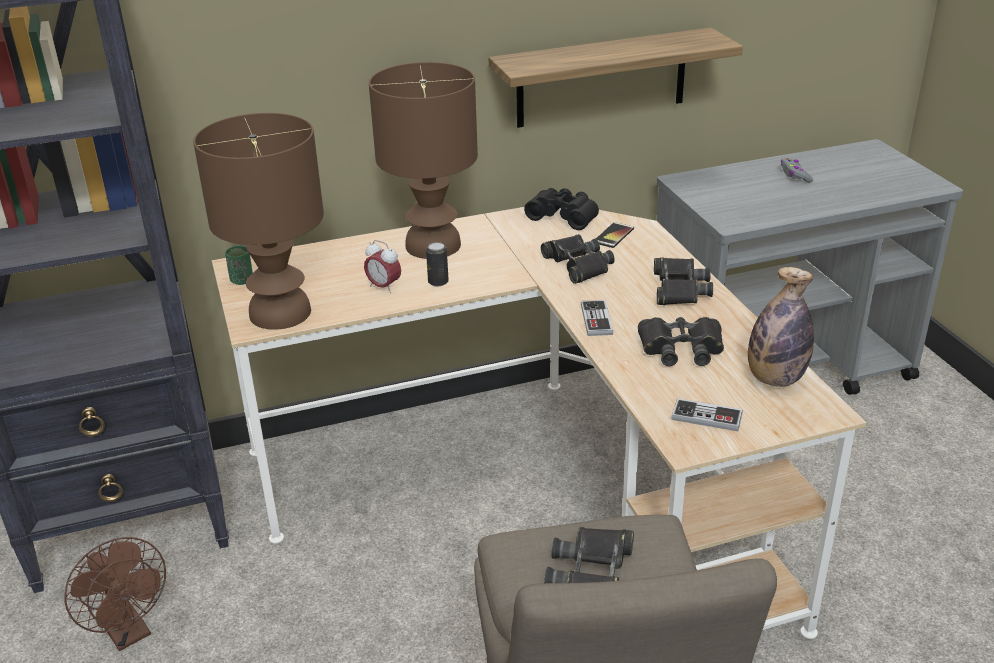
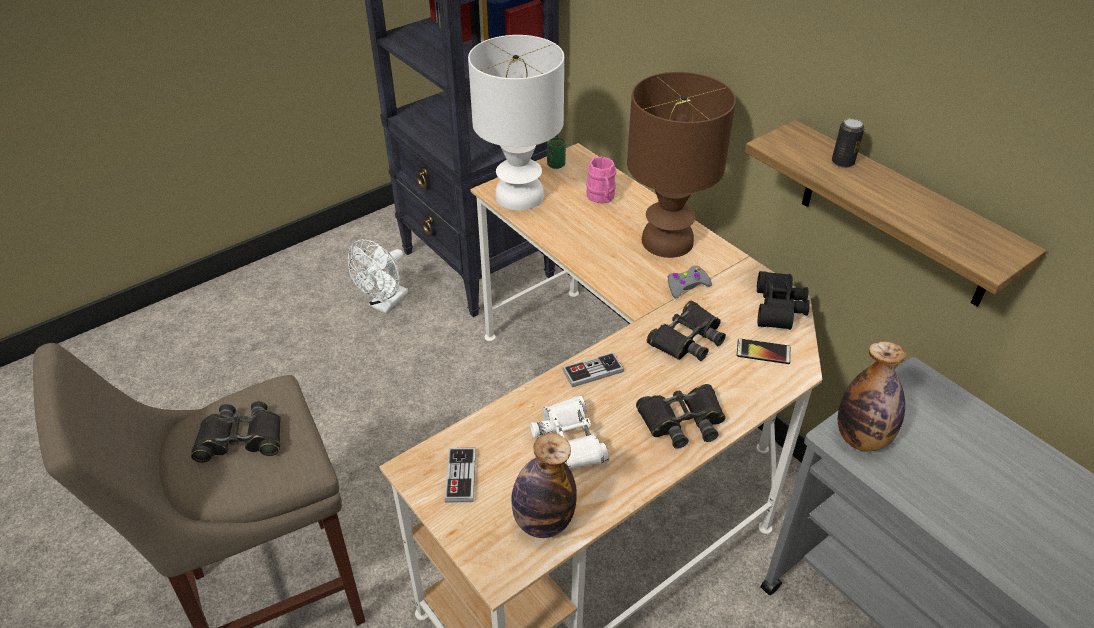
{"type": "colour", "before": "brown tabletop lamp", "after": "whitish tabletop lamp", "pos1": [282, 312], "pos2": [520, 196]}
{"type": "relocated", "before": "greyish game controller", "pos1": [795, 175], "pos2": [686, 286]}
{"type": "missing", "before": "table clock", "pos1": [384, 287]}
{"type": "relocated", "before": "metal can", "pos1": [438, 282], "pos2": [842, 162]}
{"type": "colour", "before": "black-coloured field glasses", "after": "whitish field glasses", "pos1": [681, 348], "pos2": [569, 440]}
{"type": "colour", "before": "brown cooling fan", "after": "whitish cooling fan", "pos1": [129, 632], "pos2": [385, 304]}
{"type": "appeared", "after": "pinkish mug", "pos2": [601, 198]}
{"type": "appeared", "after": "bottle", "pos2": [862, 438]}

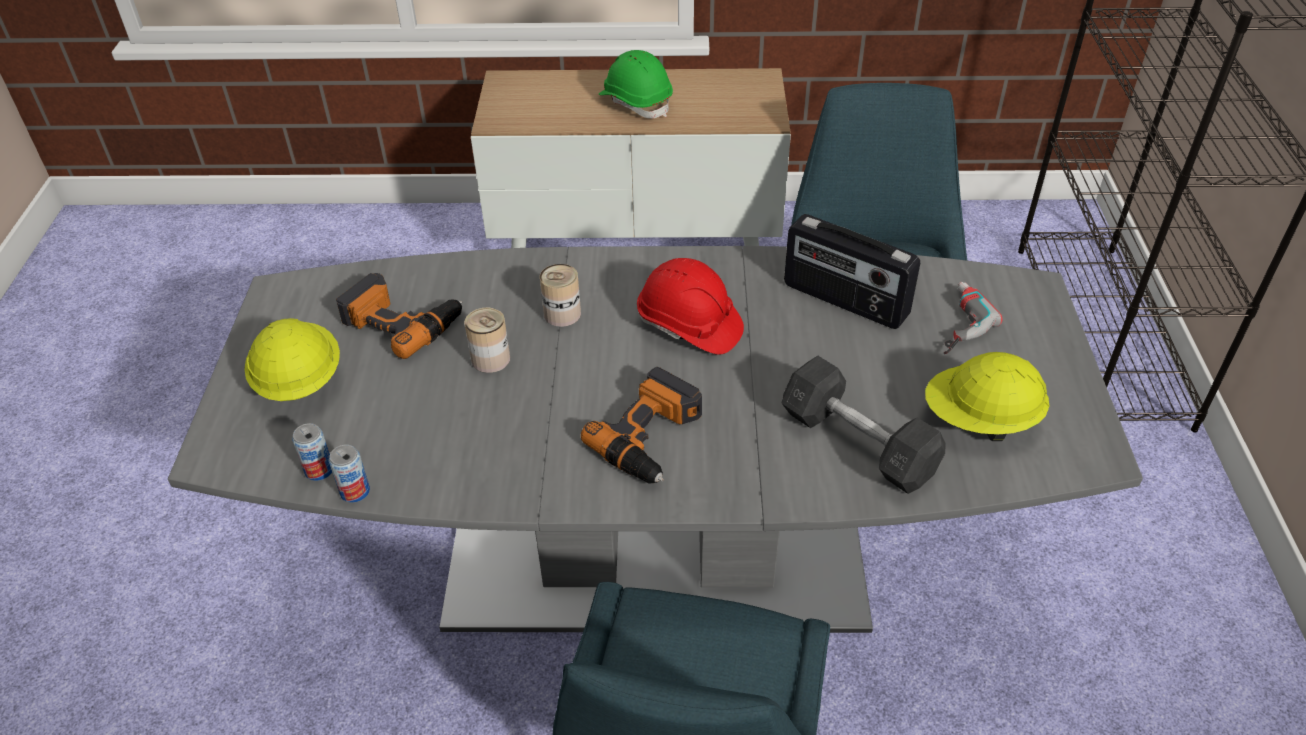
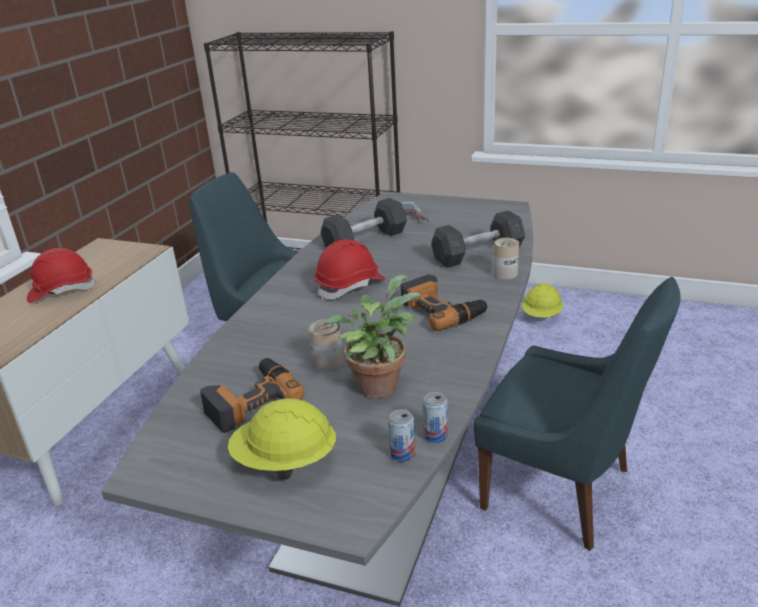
{"type": "colour", "before": "green hard hat", "after": "red hard hat", "pos1": [636, 102], "pos2": [61, 291]}
{"type": "exchanged", "before": "radio", "after": "greyish free weight", "pos1": [844, 301], "pos2": [365, 240]}
{"type": "relocated", "before": "metal can", "pos1": [562, 314], "pos2": [504, 273]}
{"type": "relocated", "before": "yellowish hard hat", "pos1": [980, 420], "pos2": [541, 316]}
{"type": "appeared", "after": "potted plant", "pos2": [378, 384]}

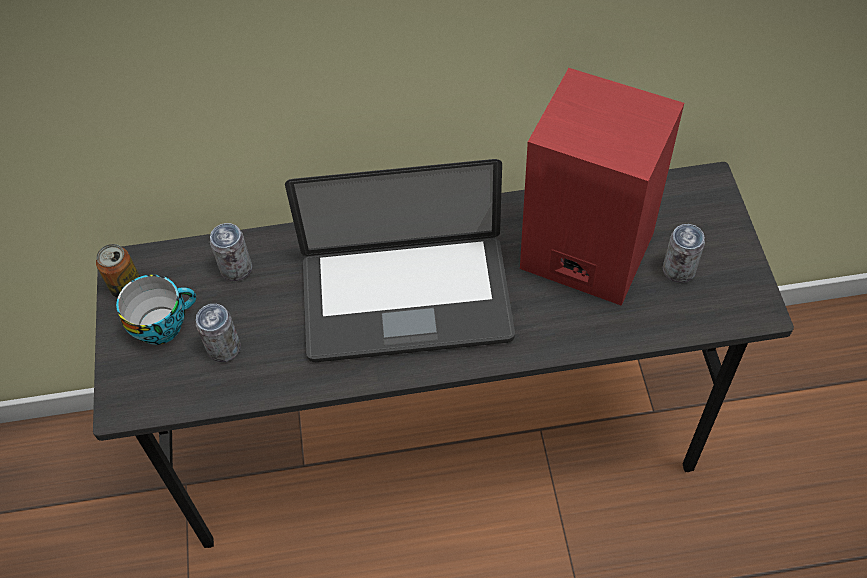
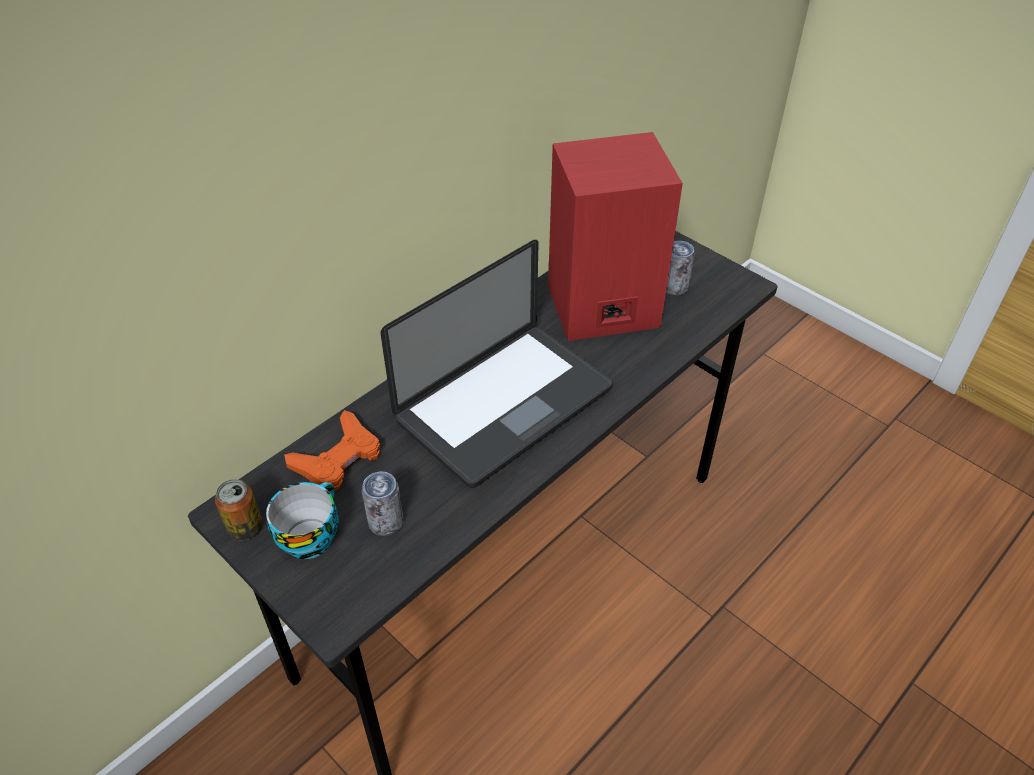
{"type": "exchanged", "before": "metal can", "after": "orangey game controller", "pos1": [236, 268], "pos2": [338, 459]}

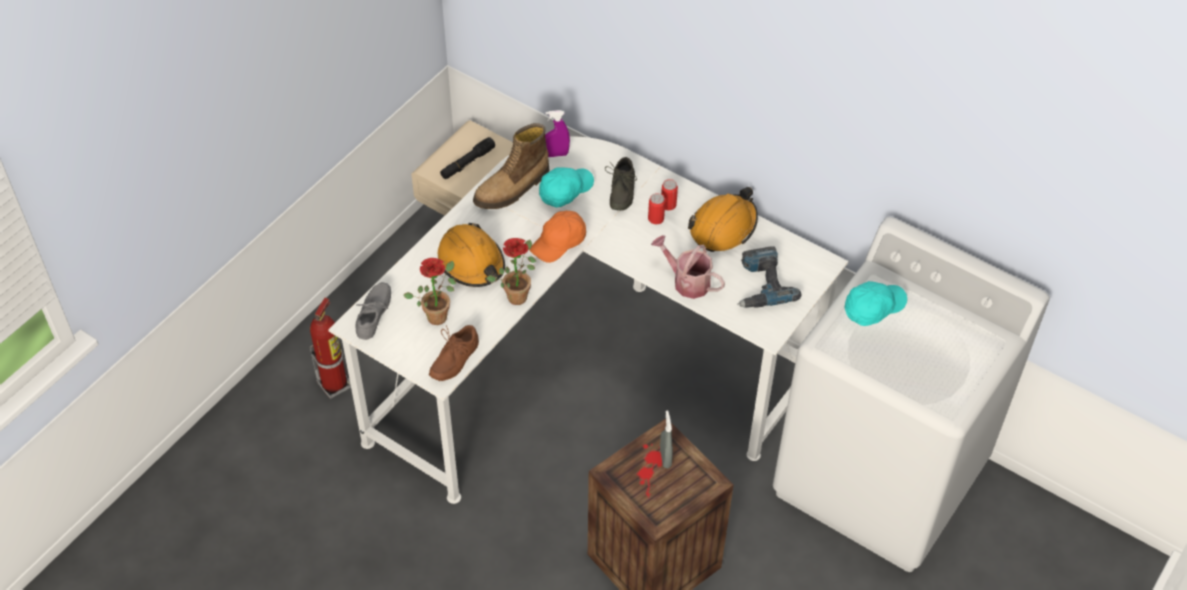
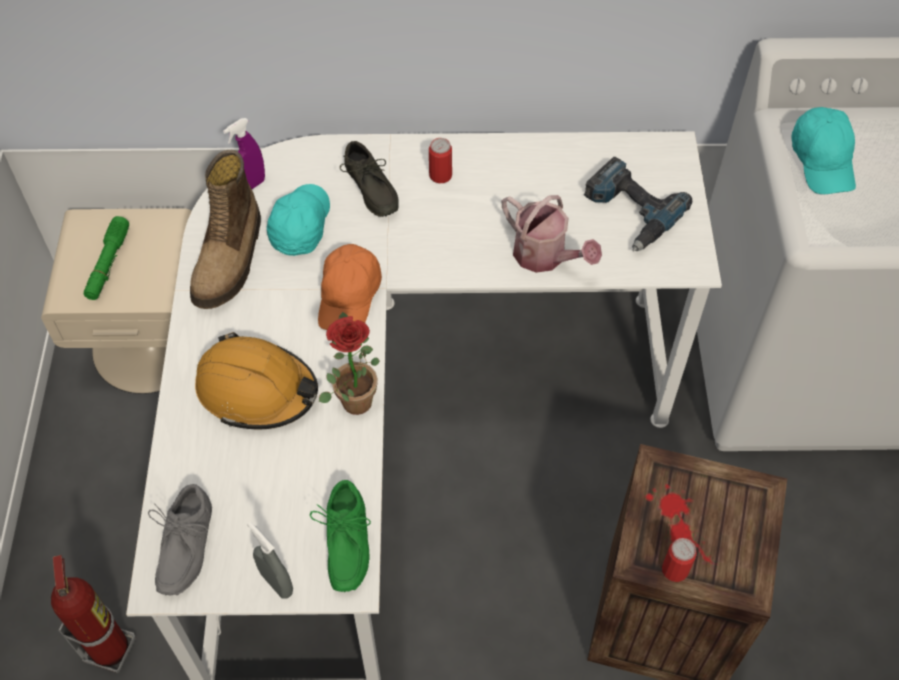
{"type": "colour", "before": "black-coloured flashlight", "after": "green flashlight", "pos1": [467, 163], "pos2": [108, 264]}
{"type": "missing", "before": "orangey hard hat", "pos1": [723, 227]}
{"type": "relocated", "before": "metal can", "pos1": [656, 219], "pos2": [675, 569]}
{"type": "spun", "before": "watering pot", "pos1": [687, 281], "pos2": [545, 256], "turn": -135}
{"type": "missing", "before": "potted plant", "pos1": [438, 313]}
{"type": "spun", "before": "turquoise cap", "pos1": [873, 307], "pos2": [822, 161], "turn": 150}
{"type": "spun", "before": "greyish low shoe", "pos1": [376, 315], "pos2": [182, 547], "turn": -150}
{"type": "colour", "before": "brown low shoe", "after": "green low shoe", "pos1": [452, 359], "pos2": [343, 544]}
{"type": "relocated", "before": "greyish hand sprayer", "pos1": [665, 458], "pos2": [276, 582]}

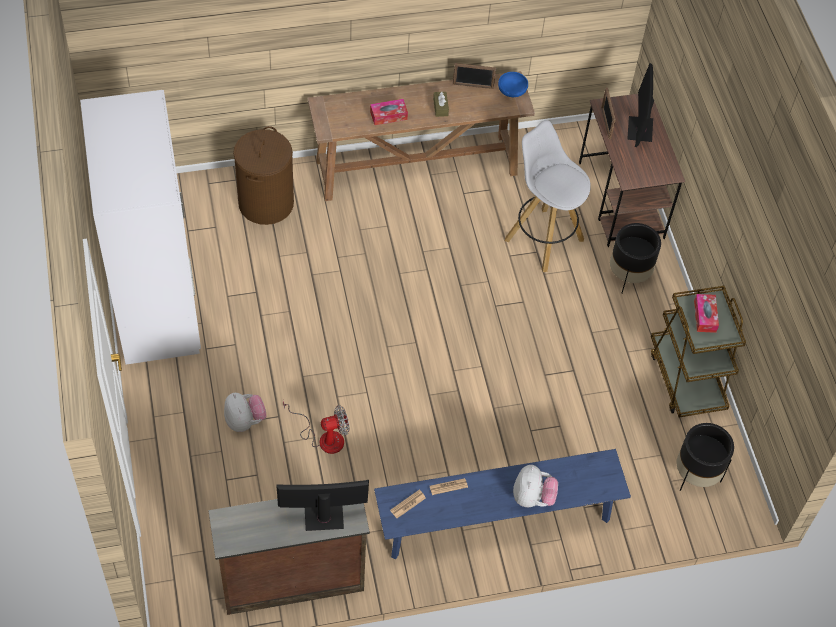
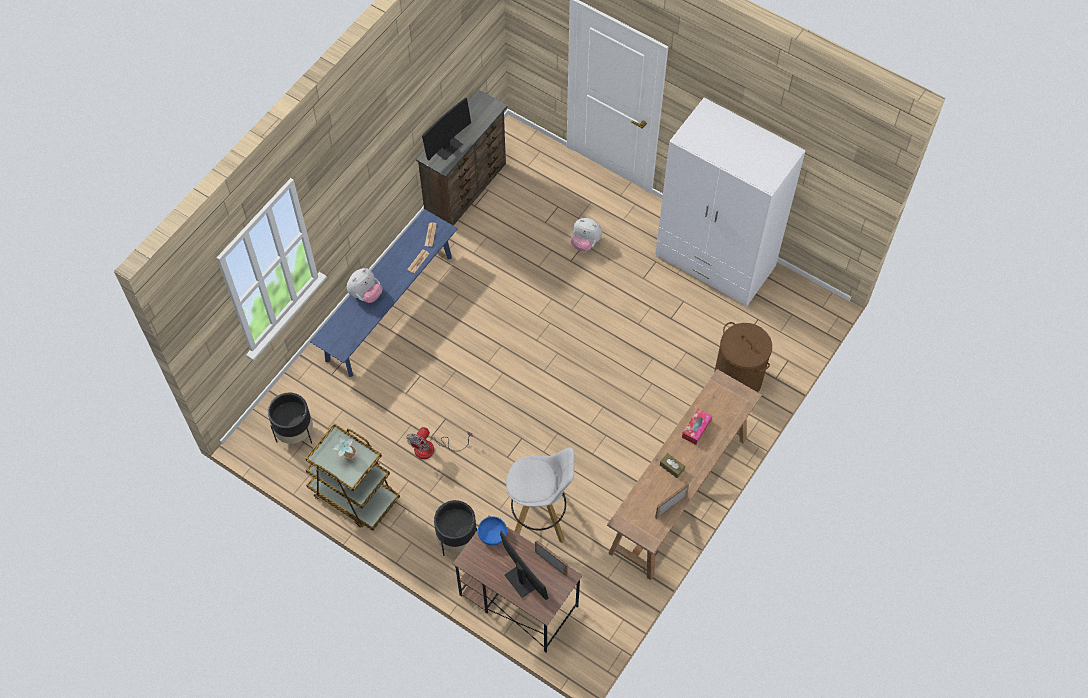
{"type": "relocated", "before": "blue serving bowl", "pos1": [512, 91], "pos2": [492, 534]}
{"type": "exchanged", "before": "tissue box", "after": "potted plant", "pos1": [705, 316], "pos2": [348, 459]}
{"type": "relocated", "before": "cooling fan", "pos1": [323, 437], "pos2": [432, 448]}
{"type": "spun", "before": "soft toy", "pos1": [532, 497], "pos2": [365, 294], "turn": -105}

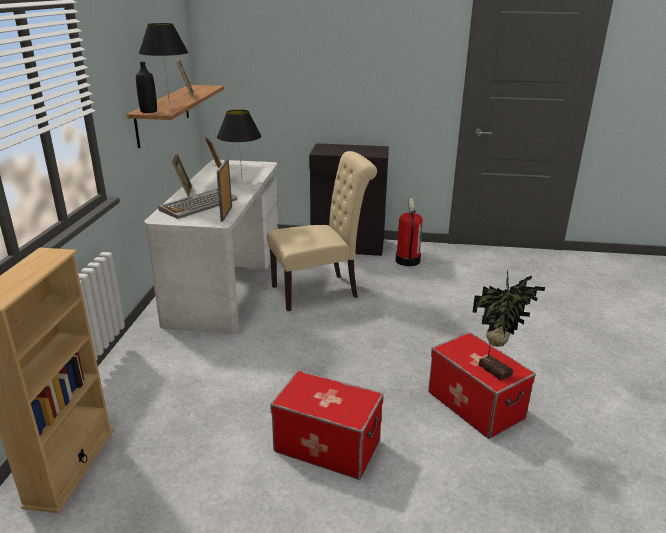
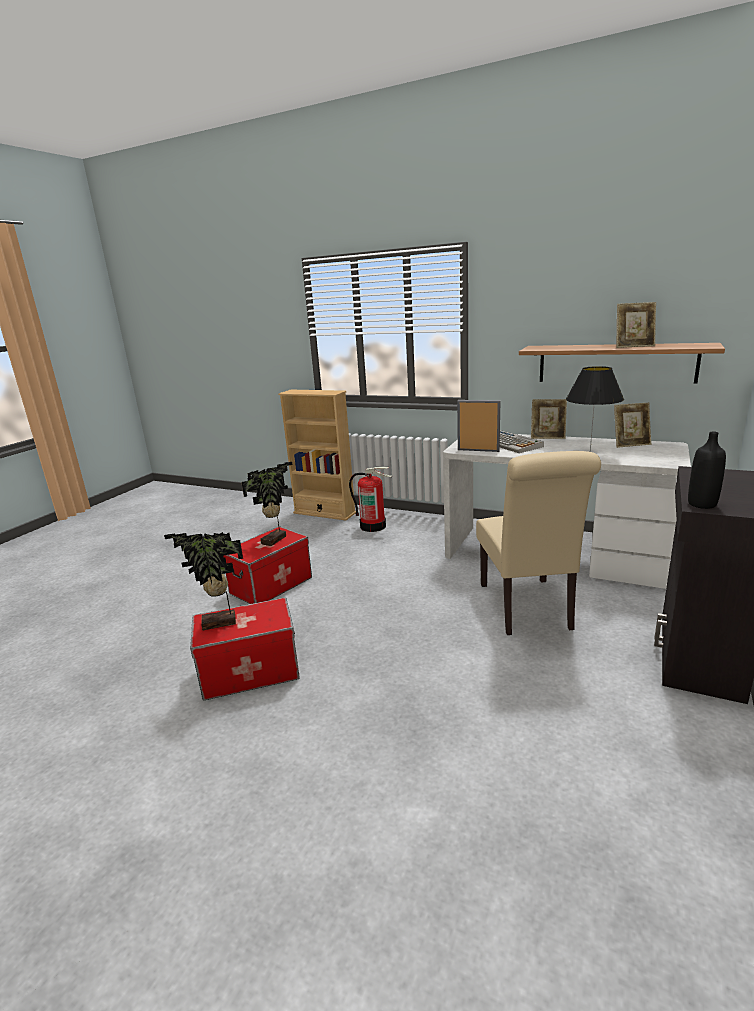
{"type": "missing", "before": "black-coloured tabletop lamp", "pos1": [169, 104]}
{"type": "relocated", "before": "black-coloured bottle", "pos1": [148, 111], "pos2": [702, 504]}
{"type": "relocated", "before": "fire extinguisher", "pos1": [407, 260], "pos2": [373, 526]}
{"type": "appeared", "after": "potted plant", "pos2": [275, 540]}

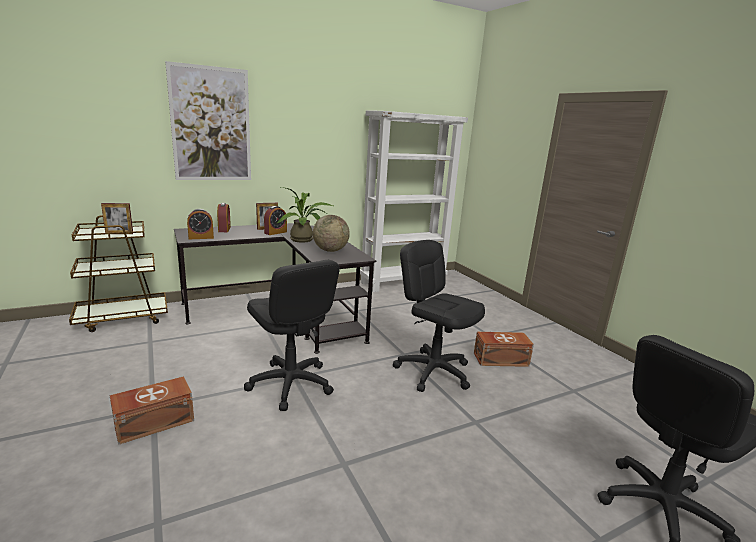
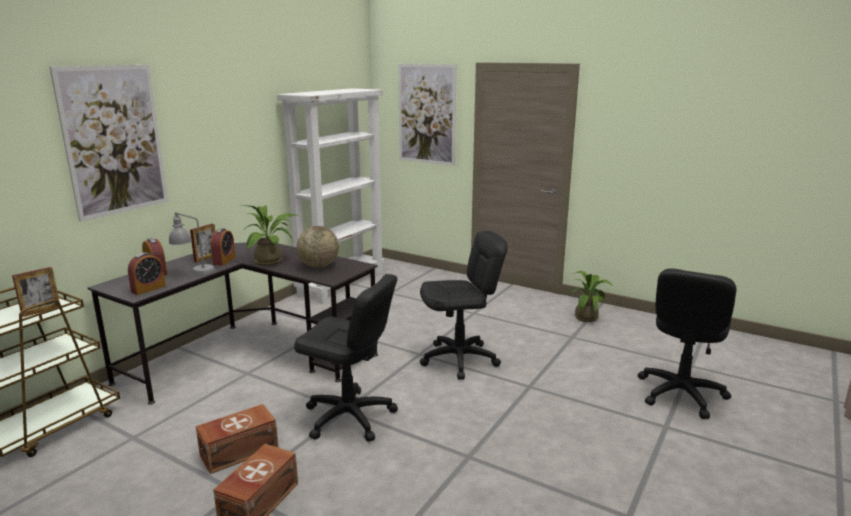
{"type": "spun", "before": "black-coloured computer chair", "pos1": [433, 371], "pos2": [459, 359], "turn": 150}
{"type": "relocated", "before": "brown storage bin", "pos1": [499, 359], "pos2": [238, 451]}
{"type": "appeared", "after": "wall art", "pos2": [426, 114]}
{"type": "appeared", "after": "greyish tabletop lamp", "pos2": [194, 272]}
{"type": "appeared", "after": "potted plant", "pos2": [588, 317]}

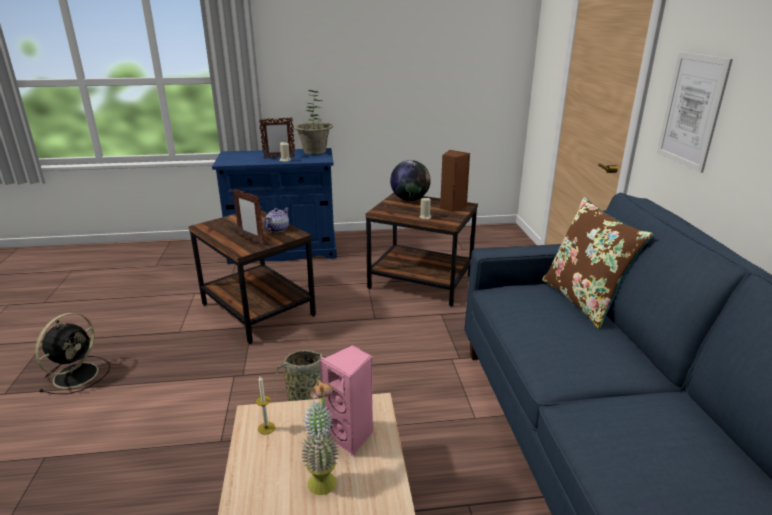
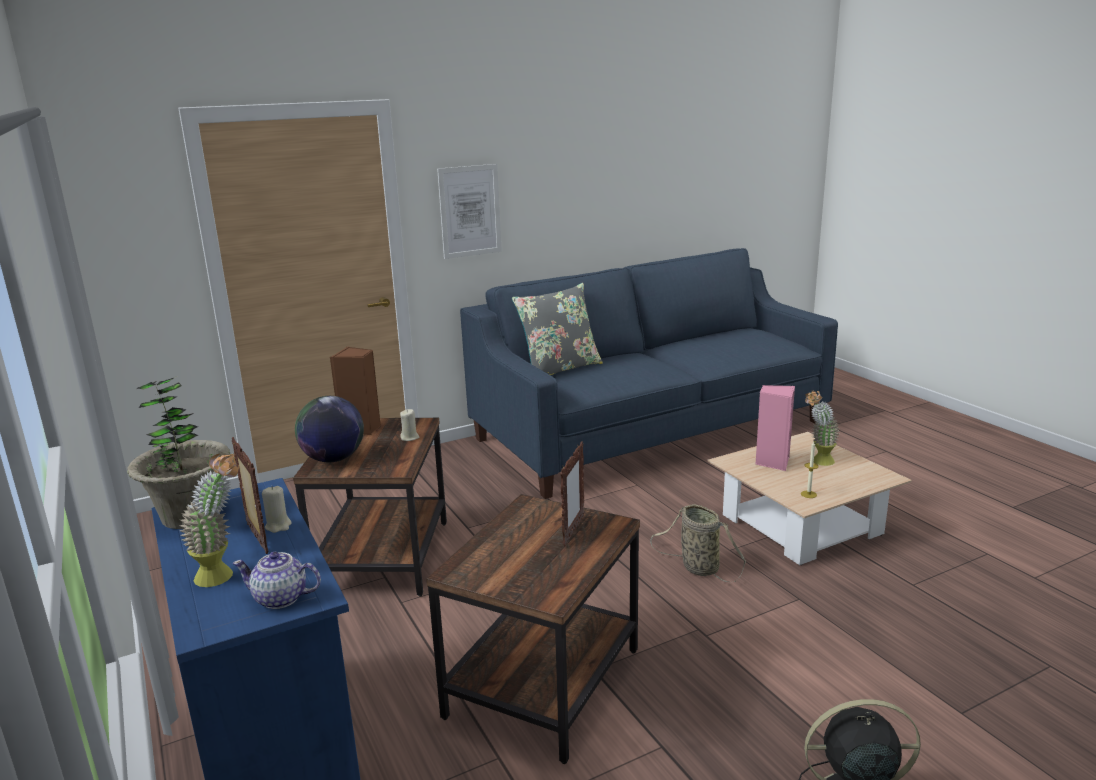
{"type": "colour", "before": "brown pillow", "after": "greyish pillow", "pos1": [583, 300], "pos2": [559, 369]}
{"type": "relocated", "before": "tea pot", "pos1": [277, 229], "pos2": [281, 598]}
{"type": "appeared", "after": "potted plant", "pos2": [224, 576]}

